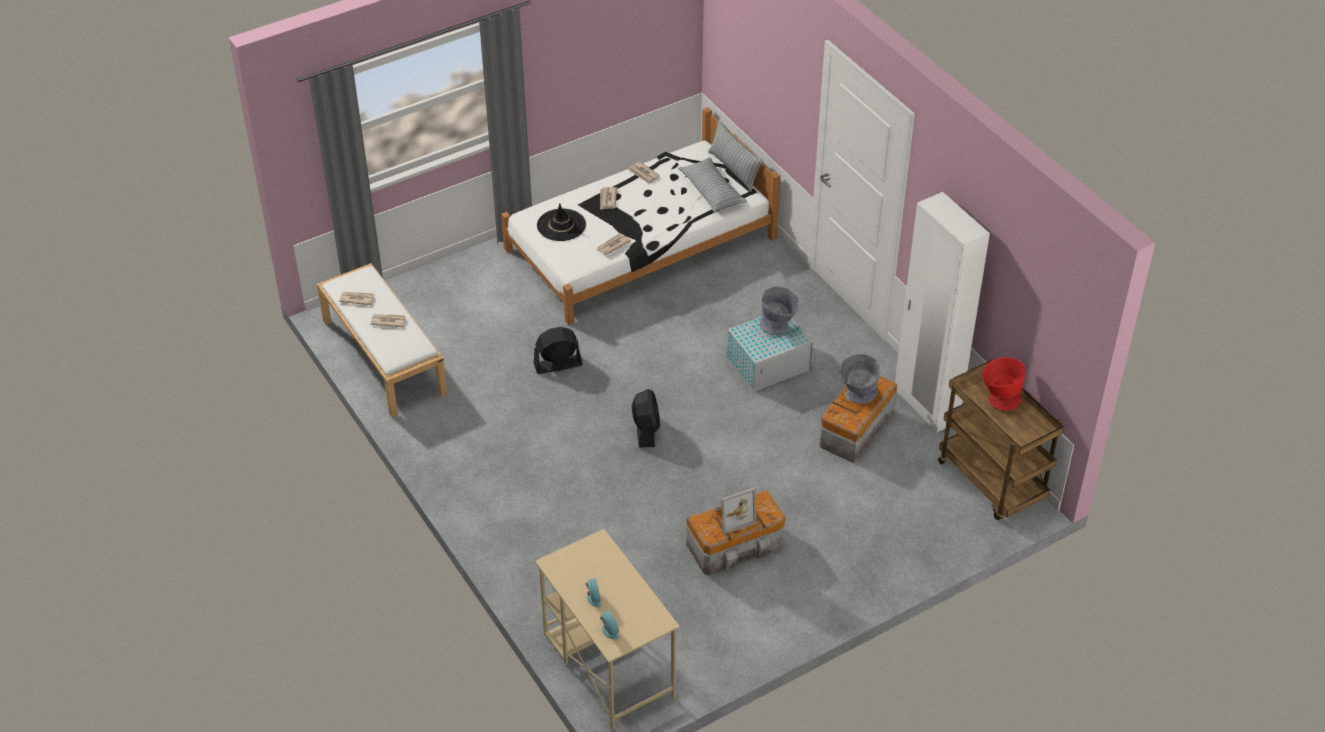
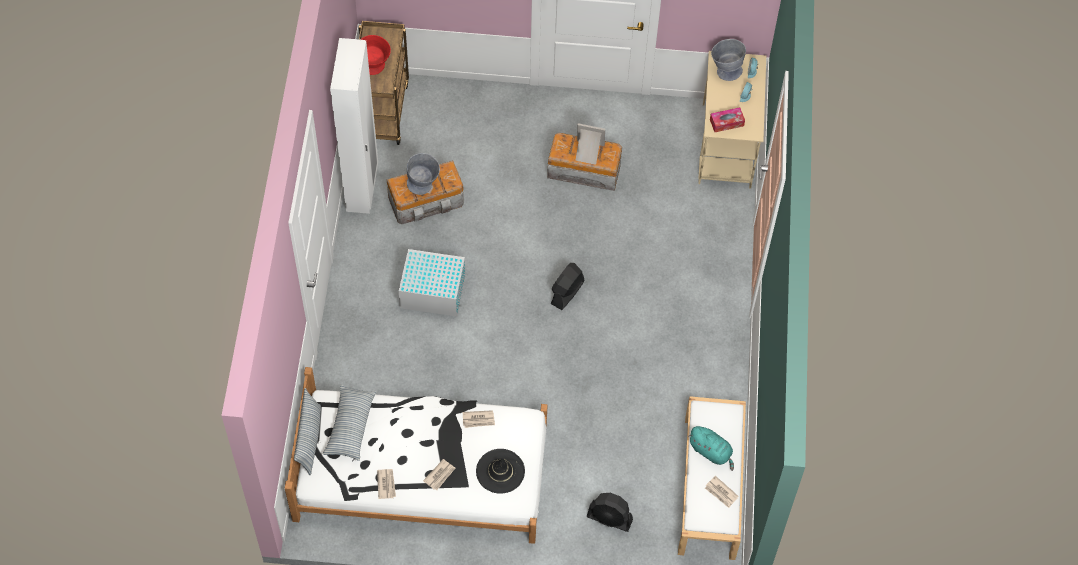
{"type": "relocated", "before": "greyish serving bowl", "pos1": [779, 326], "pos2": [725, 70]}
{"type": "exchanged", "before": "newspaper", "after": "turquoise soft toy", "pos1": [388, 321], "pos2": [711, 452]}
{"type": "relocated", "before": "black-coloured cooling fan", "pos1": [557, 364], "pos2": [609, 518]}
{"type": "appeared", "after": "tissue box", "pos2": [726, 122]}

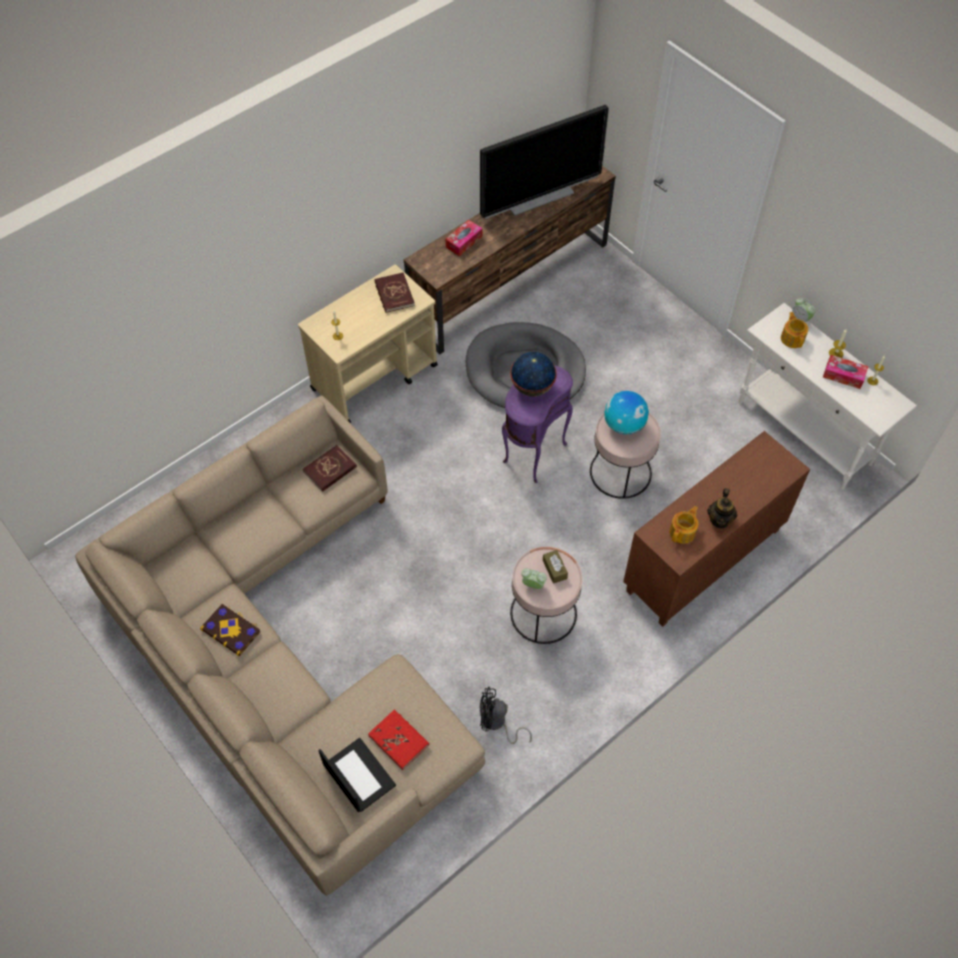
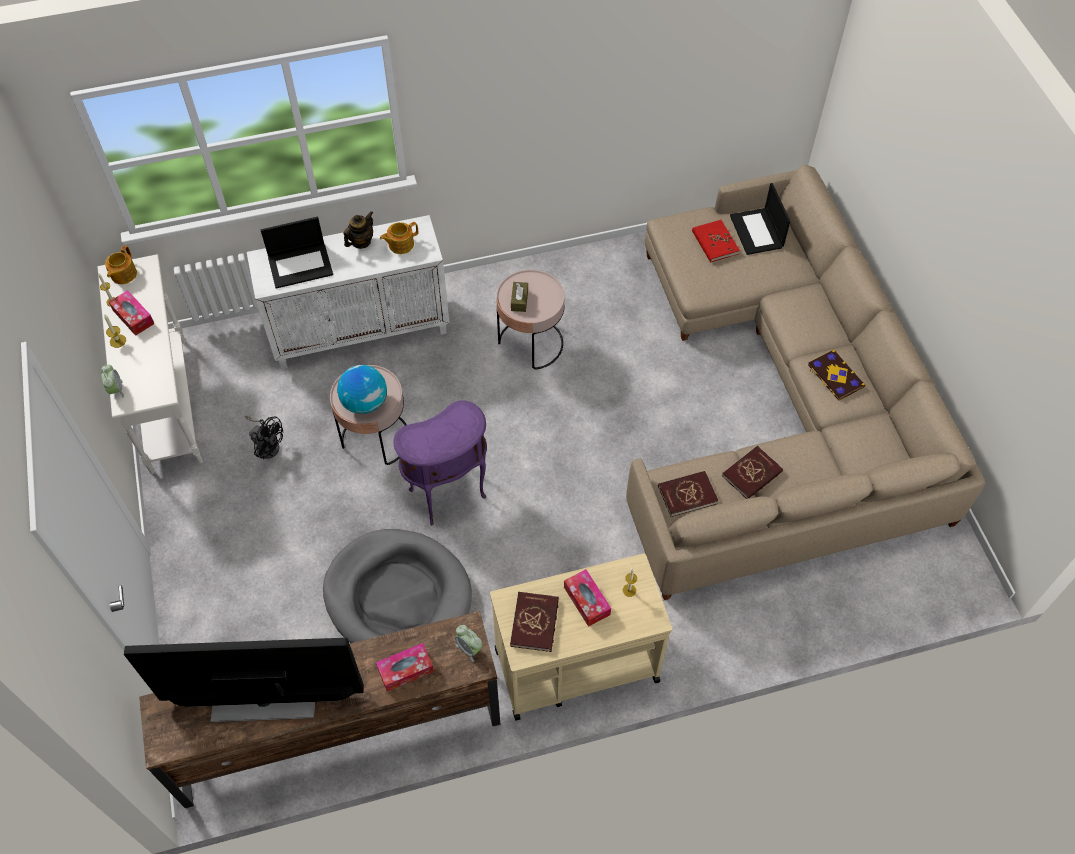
{"type": "relocated", "before": "tea pot", "pos1": [792, 338], "pos2": [123, 274]}
{"type": "missing", "before": "world globe", "pos1": [532, 387]}
{"type": "colour", "before": "brown storage cabinet", "after": "whitish storage cabinet", "pos1": [703, 562], "pos2": [361, 330]}
{"type": "relocated", "before": "table clock", "pos1": [533, 585], "pos2": [469, 648]}
{"type": "relocated", "before": "black-coloured cooling fan", "pos1": [497, 723], "pos2": [267, 444]}
{"type": "appeared", "after": "notebook computer", "pos2": [301, 265]}
{"type": "appeared", "after": "red bound book", "pos2": [752, 474]}
{"type": "appeared", "after": "tissue box", "pos2": [586, 601]}

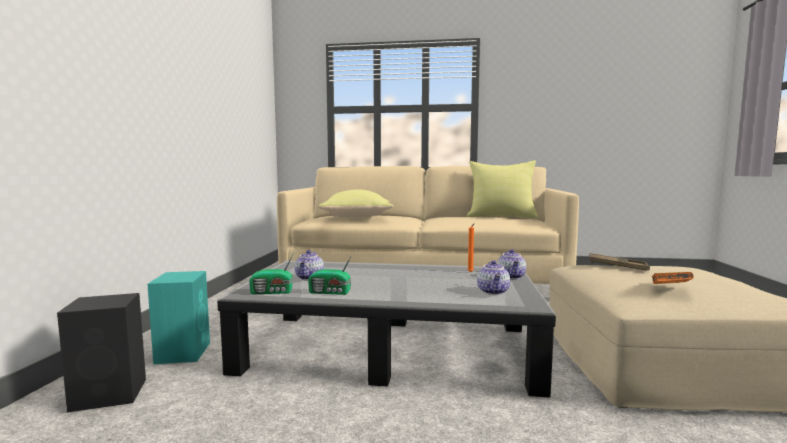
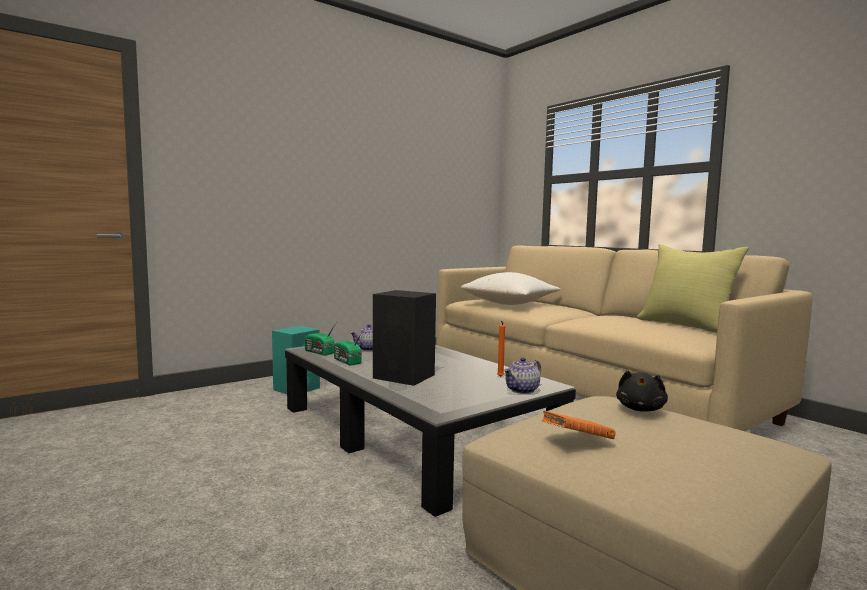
{"type": "colour", "before": "yellowish pillow", "after": "whitish pillow", "pos1": [357, 218], "pos2": [511, 304]}
{"type": "exchanged", "before": "brown serving tray", "after": "black-coloured soft toy", "pos1": [617, 266], "pos2": [640, 409]}
{"type": "missing", "before": "tea pot", "pos1": [494, 292]}
{"type": "relocated", "before": "black-coloured speaker", "pos1": [111, 394], "pos2": [405, 377]}

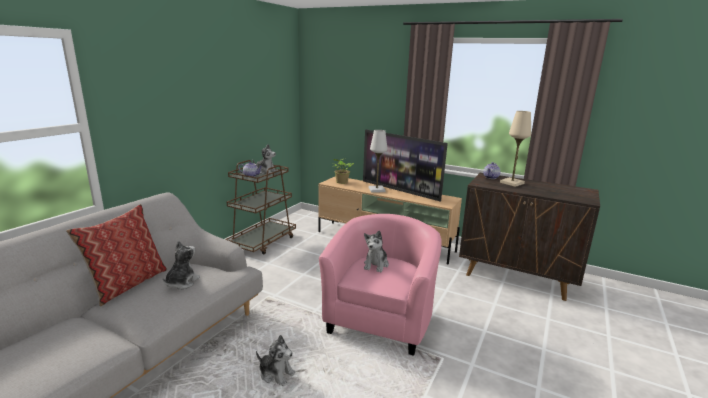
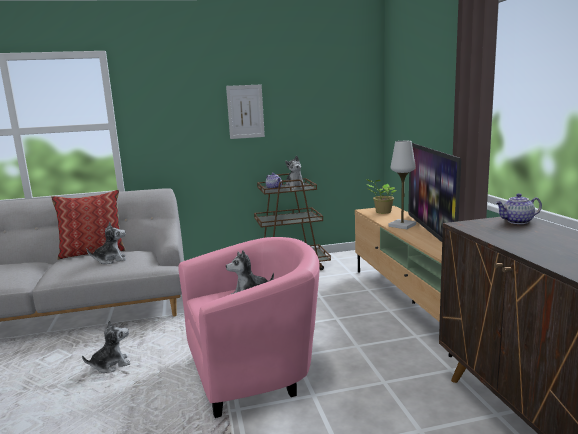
{"type": "missing", "before": "sand-coloured tabletop lamp", "pos1": [512, 183]}
{"type": "spun", "before": "soft toy", "pos1": [276, 373], "pos2": [111, 365], "turn": -105}
{"type": "appeared", "after": "wall art", "pos2": [245, 111]}

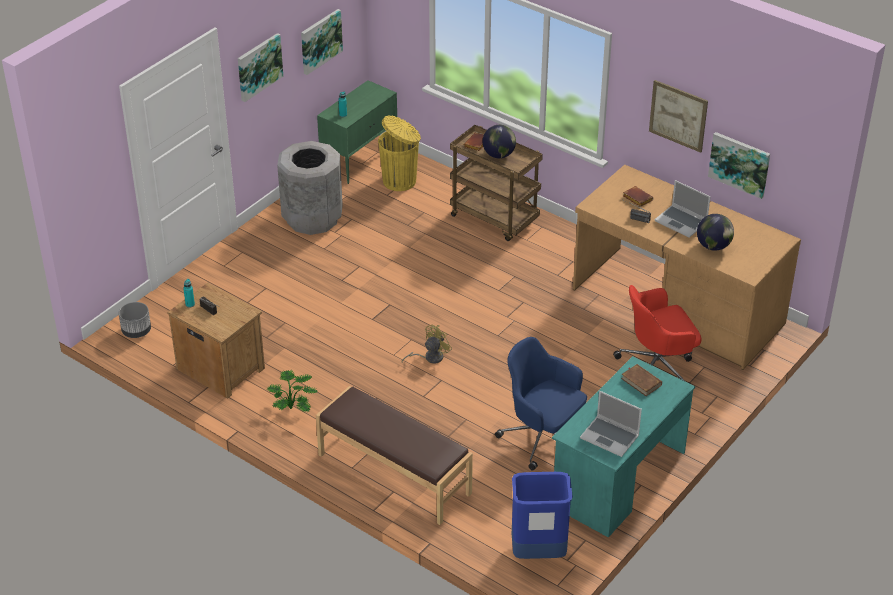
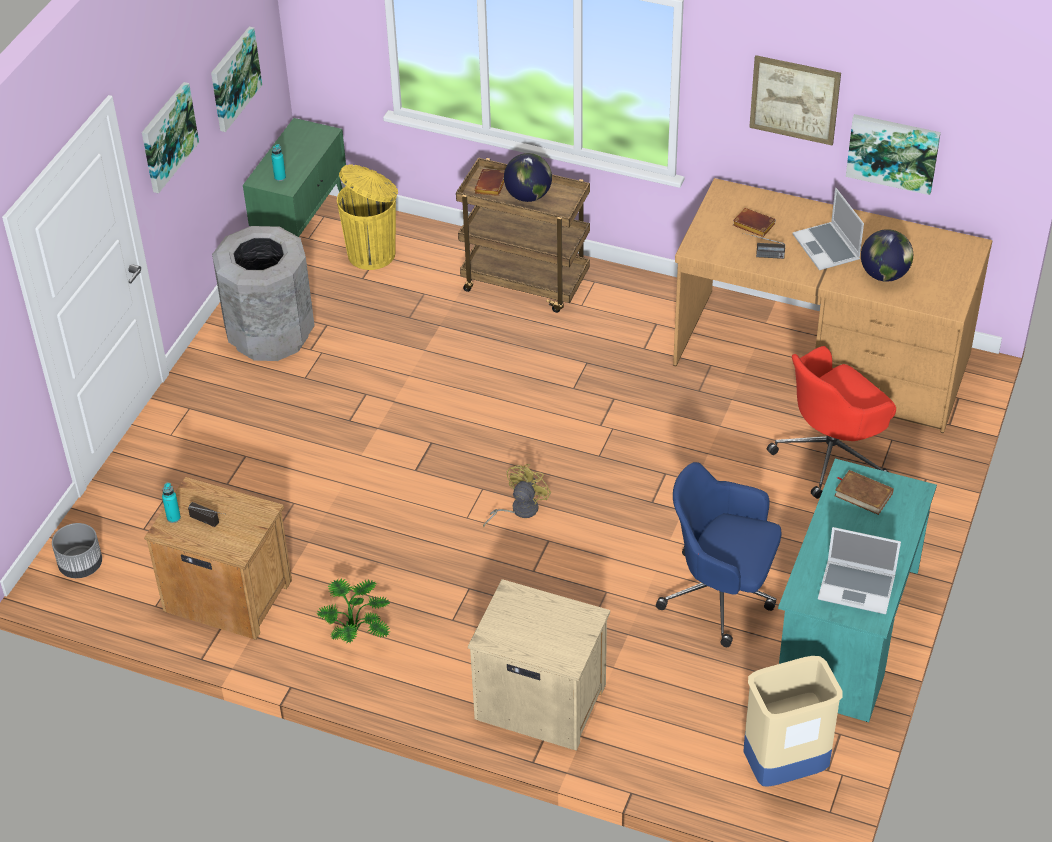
{"type": "spun", "before": "notebook computer", "pos1": [682, 222], "pos2": [827, 248], "turn": 45}
{"type": "exchanged", "before": "brown indoor bench", "after": "sand-coloured nightstand", "pos1": [393, 474], "pos2": [539, 700]}
{"type": "colour", "before": "blue rubbish bin", "after": "sand-coloured rubbish bin", "pos1": [538, 552], "pos2": [785, 769]}

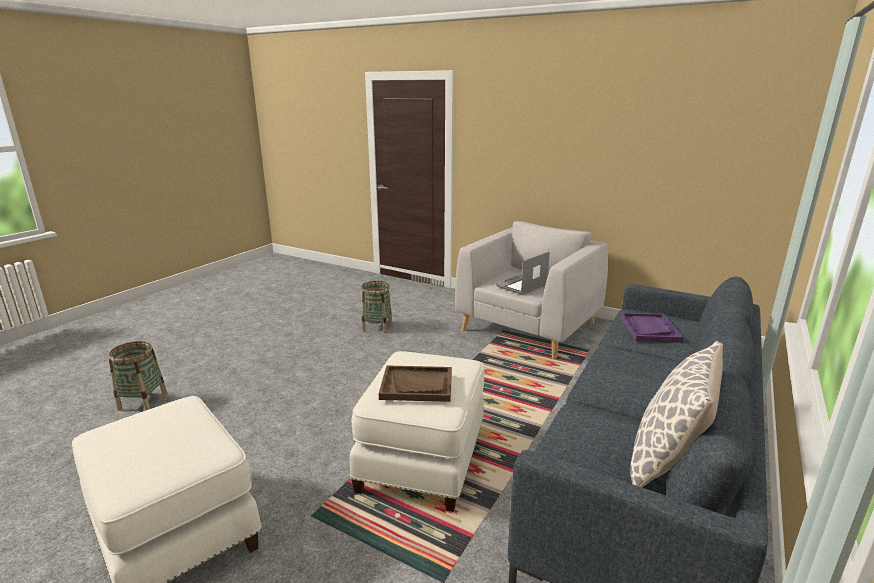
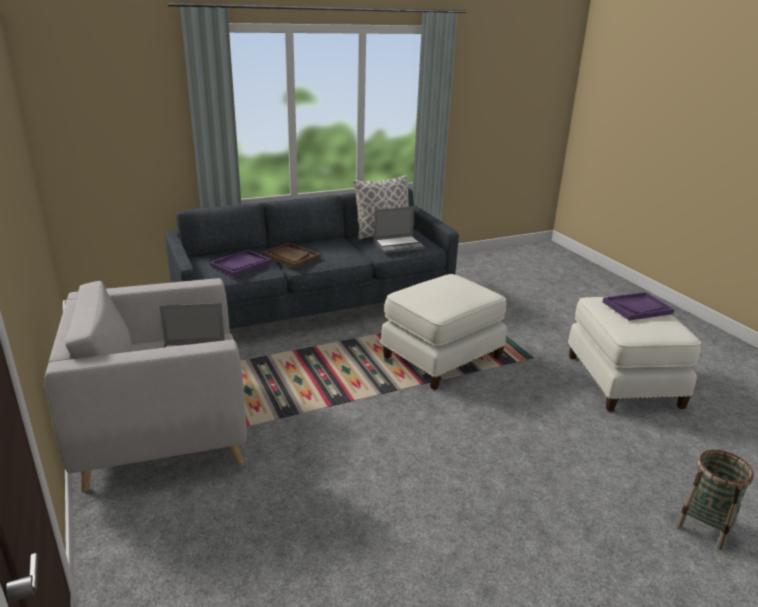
{"type": "missing", "before": "basket", "pos1": [377, 327]}
{"type": "relocated", "before": "brown serving tray", "pos1": [417, 385], "pos2": [291, 257]}
{"type": "appeared", "after": "notebook computer", "pos2": [399, 245]}
{"type": "appeared", "after": "purple serving tray", "pos2": [637, 308]}

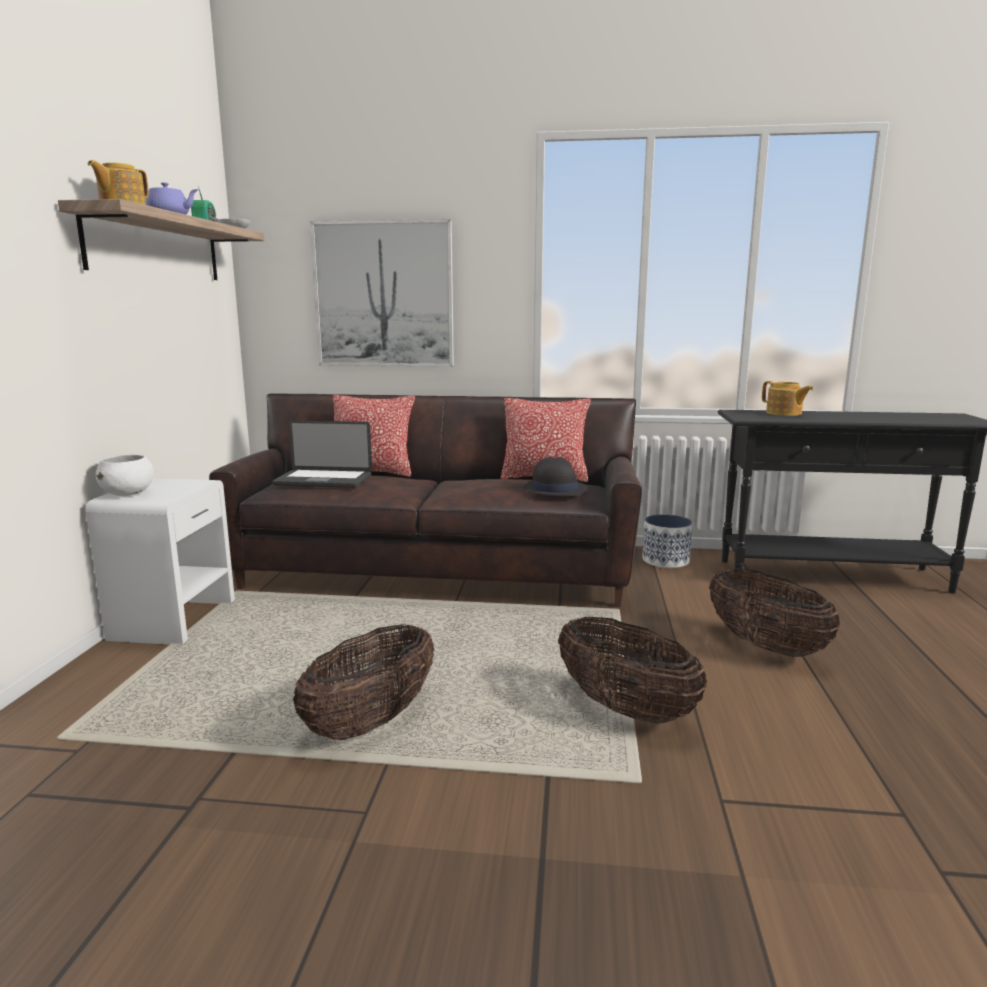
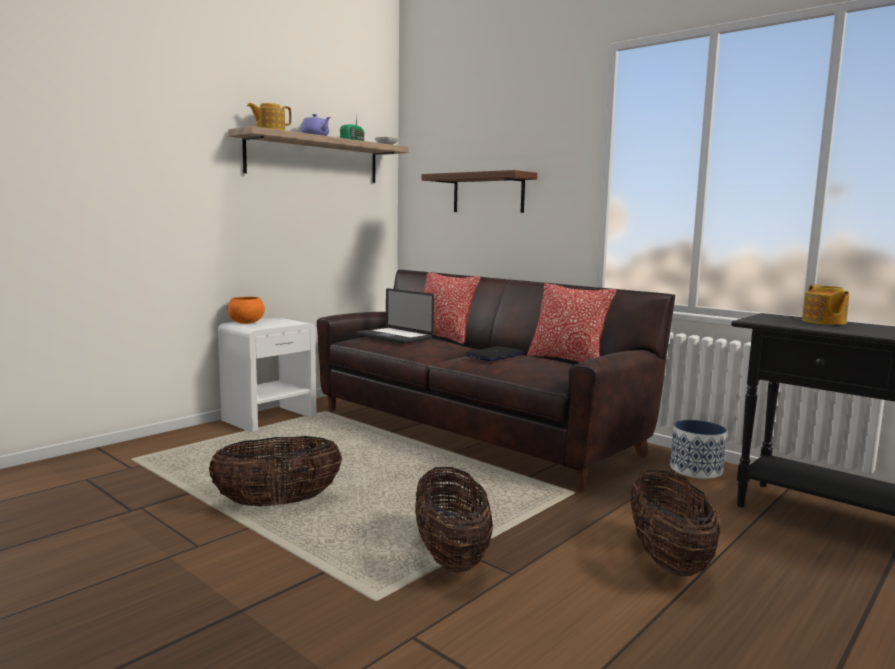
{"type": "exchanged", "before": "wall art", "after": "brown shelf", "pos1": [384, 295], "pos2": [488, 193]}
{"type": "colour", "before": "whitish serving bowl", "after": "orangey serving bowl", "pos1": [128, 494], "pos2": [246, 323]}
{"type": "missing", "before": "black-coloured hat", "pos1": [554, 489]}
{"type": "appeared", "after": "notebook computer", "pos2": [494, 355]}

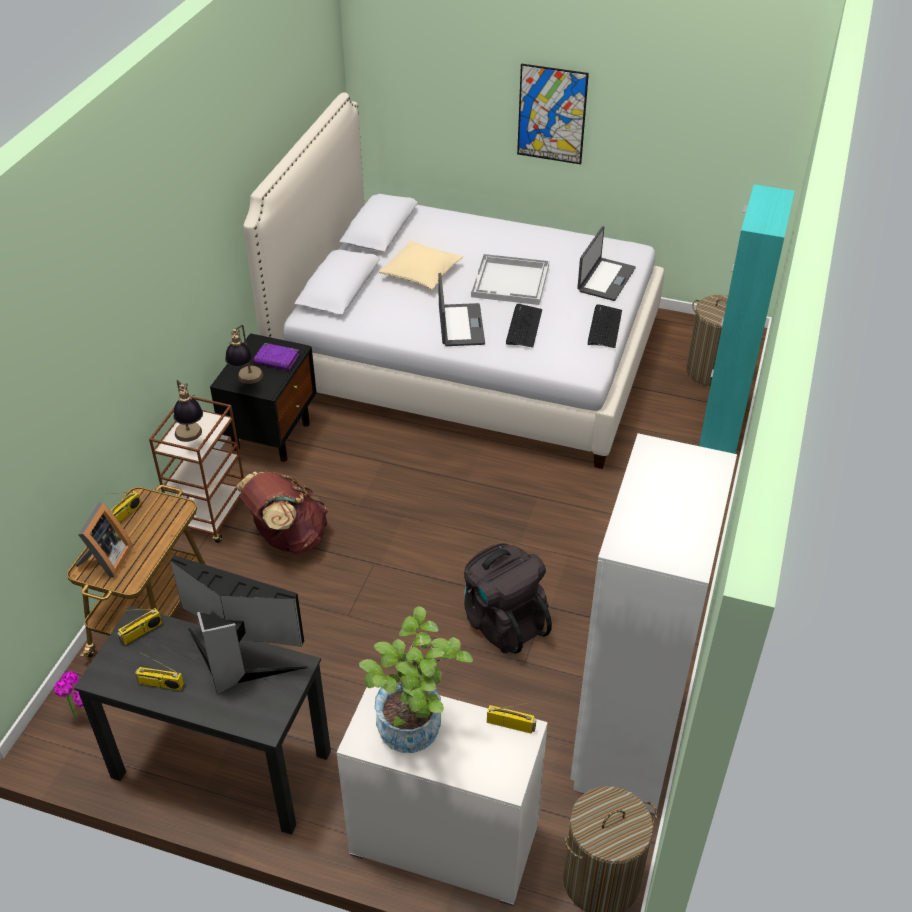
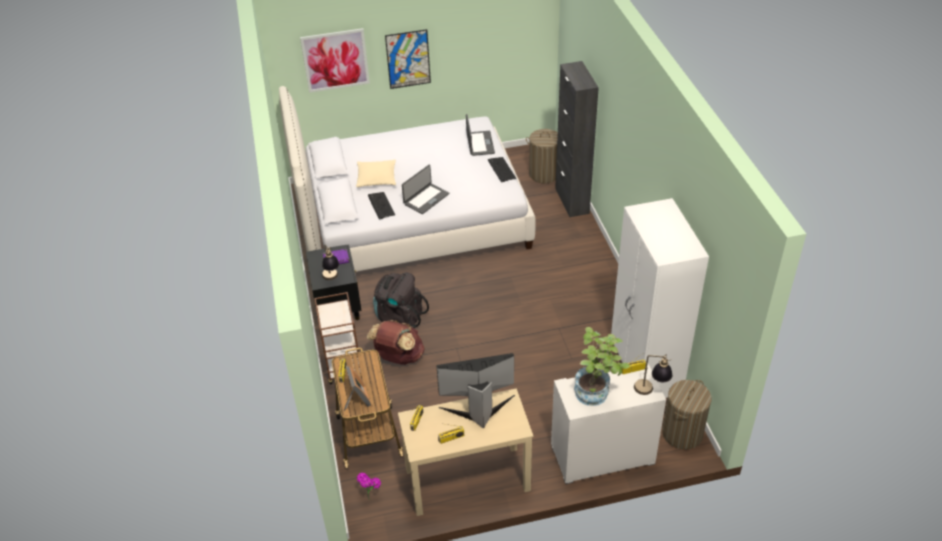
{"type": "colour", "before": "turquoise storage cabinet", "after": "black-coloured storage cabinet", "pos1": [722, 426], "pos2": [572, 201]}
{"type": "missing", "before": "whitish serving tray", "pos1": [511, 282]}
{"type": "spun", "before": "notebook computer", "pos1": [460, 325], "pos2": [426, 199], "turn": 75}
{"type": "relocated", "before": "PC keyboard", "pos1": [523, 326], "pos2": [381, 205]}
{"type": "relocated", "before": "tabletop lamp", "pos1": [191, 440], "pos2": [651, 391]}
{"type": "relocated", "before": "black-coloured knapsack", "pos1": [503, 622], "pos2": [399, 317]}
{"type": "colour", "before": "black-coloured desk table", "after": "sand-coloured desk table", "pos1": [221, 764], "pos2": [467, 480]}
{"type": "appeared", "after": "wall art", "pos2": [335, 60]}

